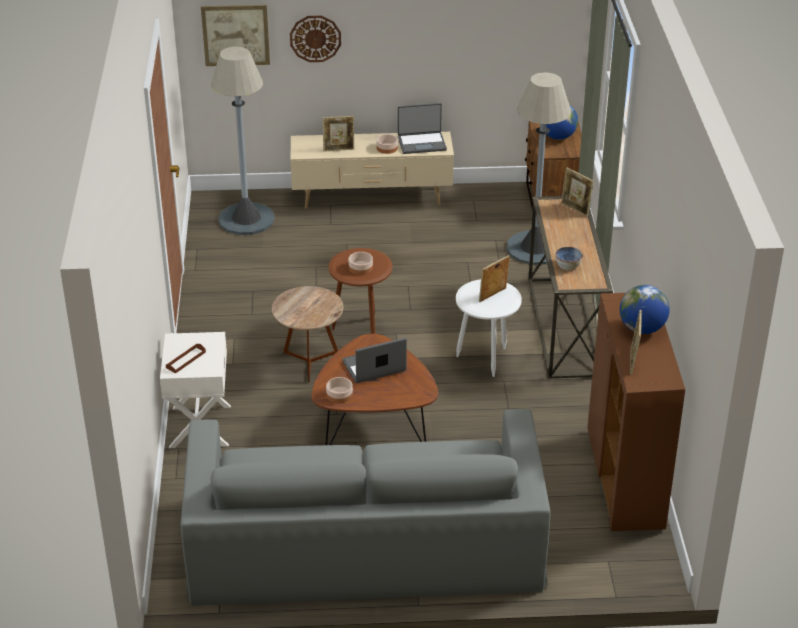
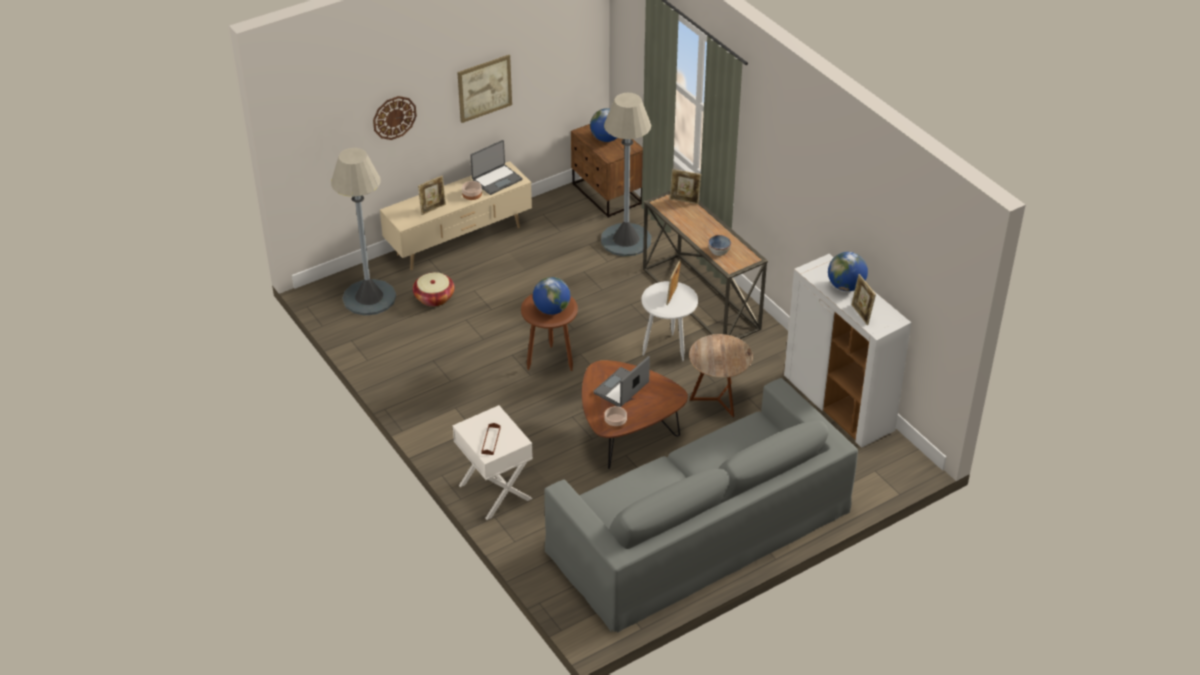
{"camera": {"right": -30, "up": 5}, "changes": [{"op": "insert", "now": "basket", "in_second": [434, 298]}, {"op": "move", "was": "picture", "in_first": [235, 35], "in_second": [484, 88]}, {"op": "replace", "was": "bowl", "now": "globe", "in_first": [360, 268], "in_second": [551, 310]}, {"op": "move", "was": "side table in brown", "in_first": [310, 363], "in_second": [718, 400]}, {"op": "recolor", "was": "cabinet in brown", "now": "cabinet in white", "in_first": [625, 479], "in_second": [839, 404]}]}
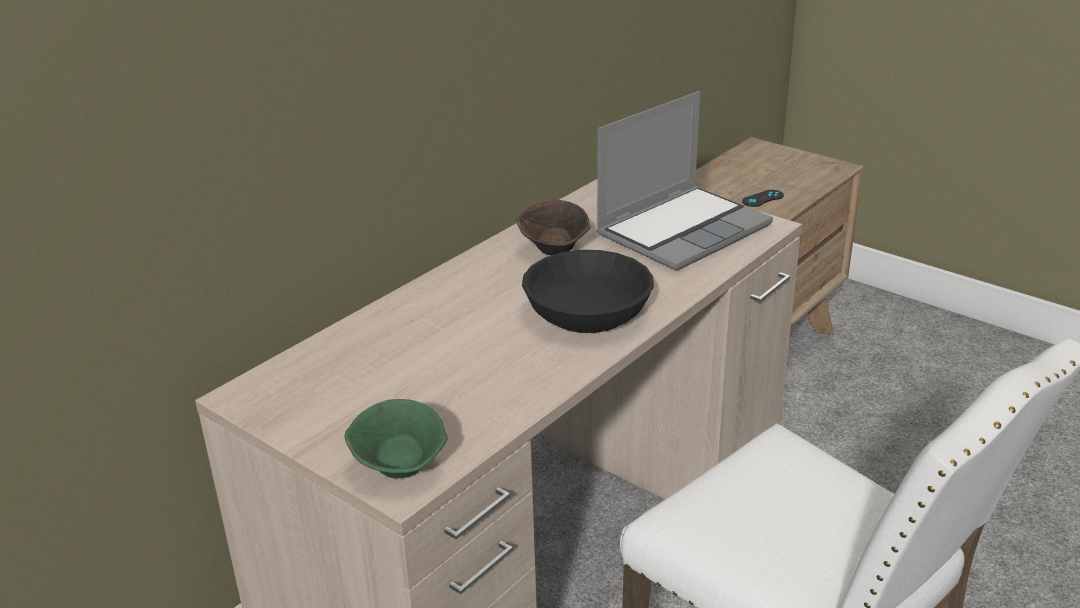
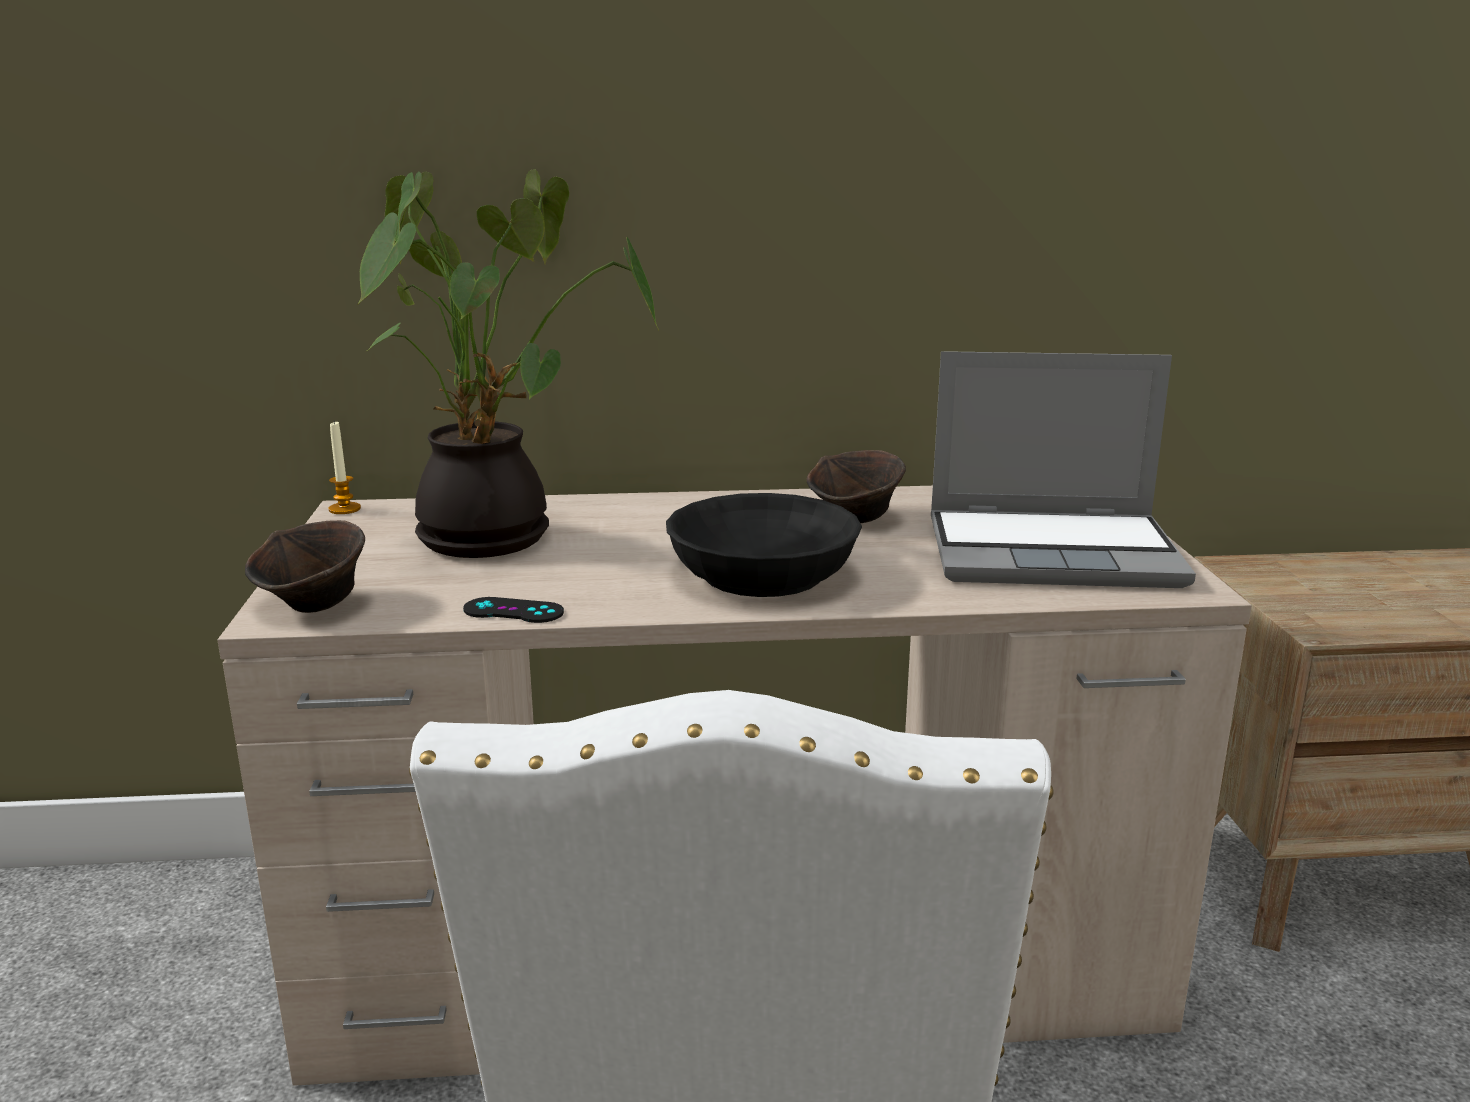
{"camera": {"right": 45, "up": -10}, "changes": [{"op": "recolor", "was": "bowl in green", "now": "bowl in brown", "in_first": [401, 468], "in_second": [314, 605]}, {"op": "insert", "now": "candle", "in_second": [344, 509]}, {"op": "insert", "now": "potted plant", "in_second": [497, 538]}, {"op": "move", "was": "game controller in black", "in_first": [763, 198], "in_second": [513, 611]}]}
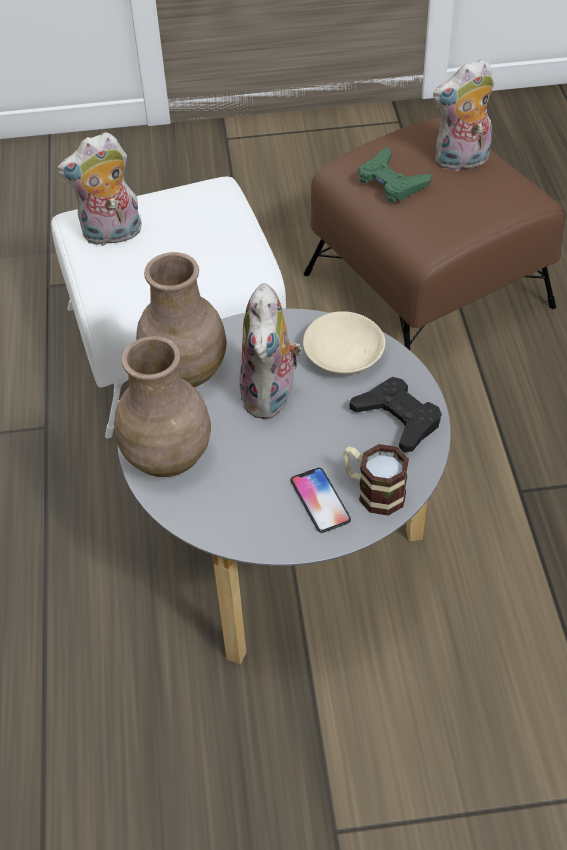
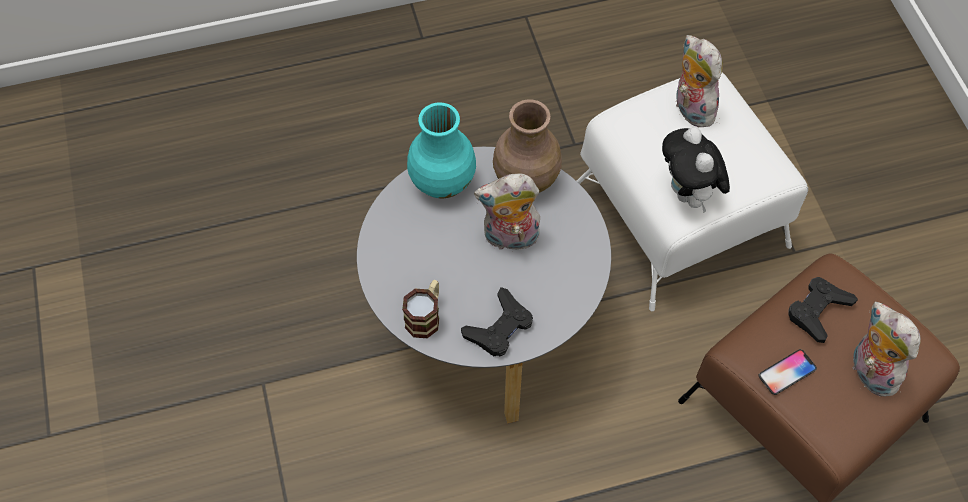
{"camera": {"right": 80, "up": 10}, "changes": [{"op": "recolor", "was": "vase in brown", "now": "vase in turquoise", "in_first": [168, 458], "in_second": [441, 182]}, {"op": "insert", "now": "plush toy", "in_second": [689, 195]}, {"op": "move", "was": "phone", "in_first": [320, 501], "in_second": [787, 372]}, {"op": "recolor", "was": "game controller in green", "now": "game controller in black", "in_first": [391, 182], "in_second": [818, 311]}, {"op": "delete", "was": "bowl in beige", "in_first": [344, 356]}]}
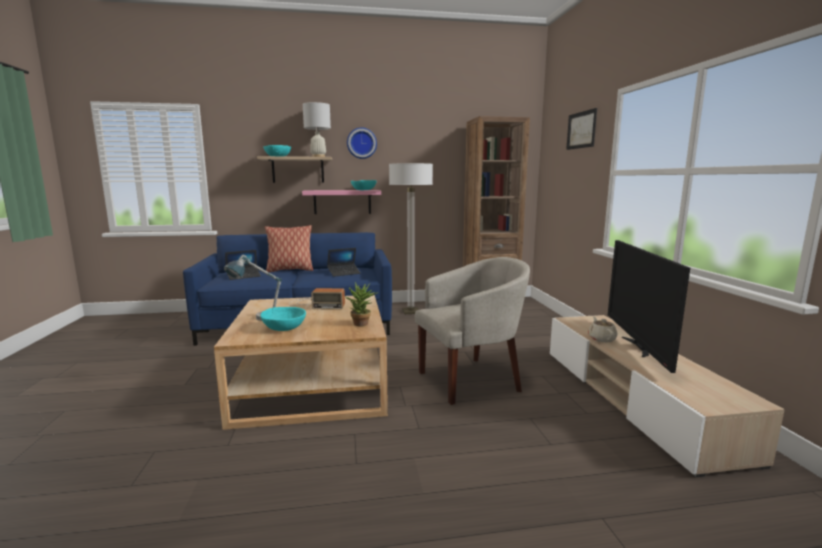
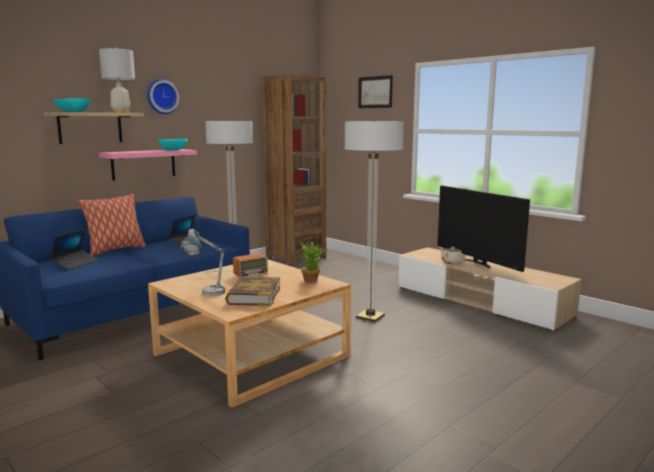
{"camera": {"right": -35, "up": 0}, "changes": [{"op": "replace", "was": "bowl in turquoise", "now": "book", "in_first": [284, 328], "in_second": [253, 296]}, {"op": "replace", "was": "armchair in beige", "now": "floor lamp", "in_first": [471, 380], "in_second": [370, 317]}]}
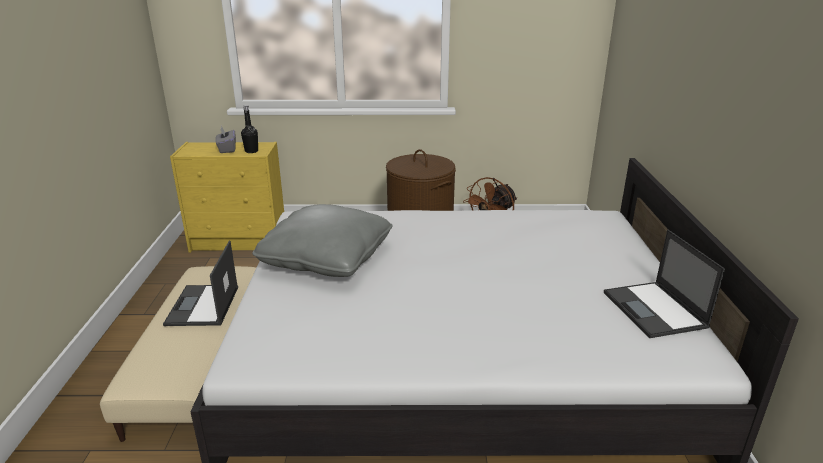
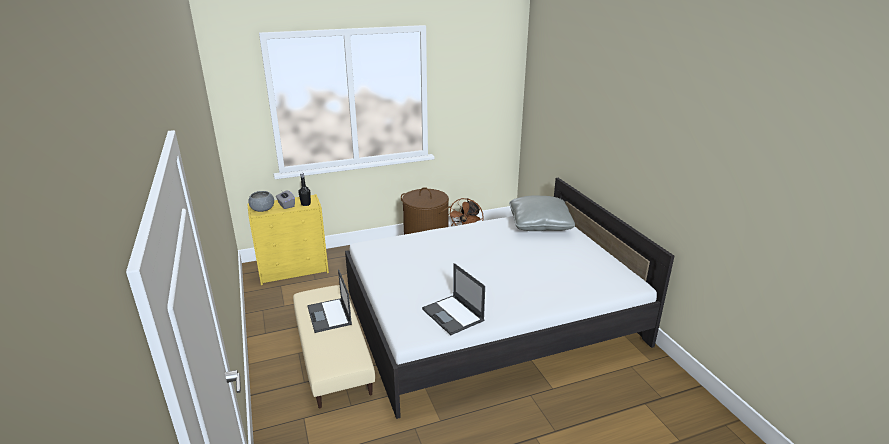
{"camera": {"right": -20, "up": 0}, "changes": [{"op": "insert", "now": "bowl in grey", "in_second": [262, 209]}, {"op": "move", "was": "laptop", "in_first": [655, 310], "in_second": [453, 315]}, {"op": "move", "was": "pillow in grey", "in_first": [326, 258], "in_second": [539, 224]}]}
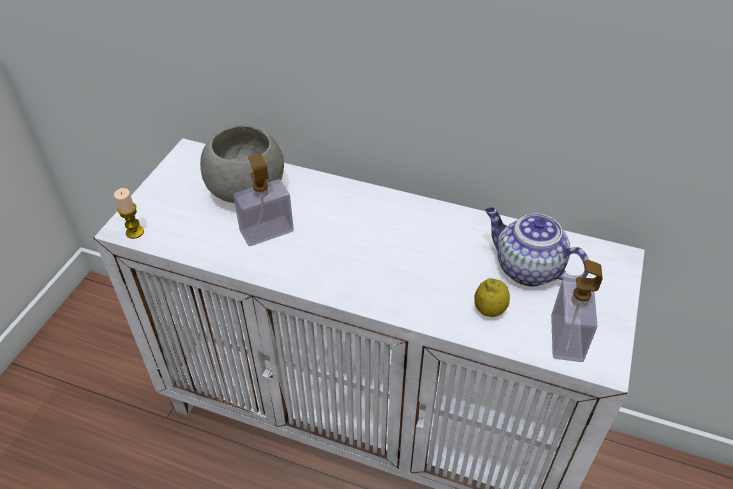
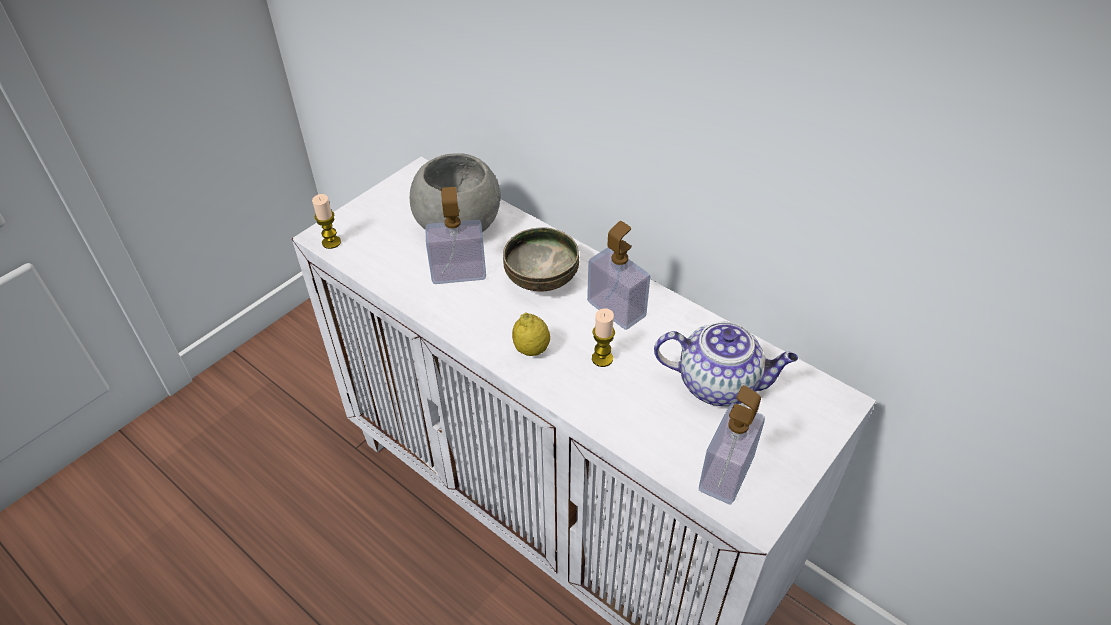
{"camera": {"right": 20, "up": 0}, "changes": [{"op": "insert", "now": "bowl", "in_second": [542, 279]}, {"op": "move", "was": "lemon", "in_first": [489, 310], "in_second": [531, 349]}, {"op": "insert", "now": "soap dispenser", "in_second": [616, 309]}, {"op": "insert", "now": "candle", "in_second": [602, 358]}, {"op": "rotate", "was": "teapot", "in_first": [526, 268], "in_second": [719, 384], "clockwise": 135}]}
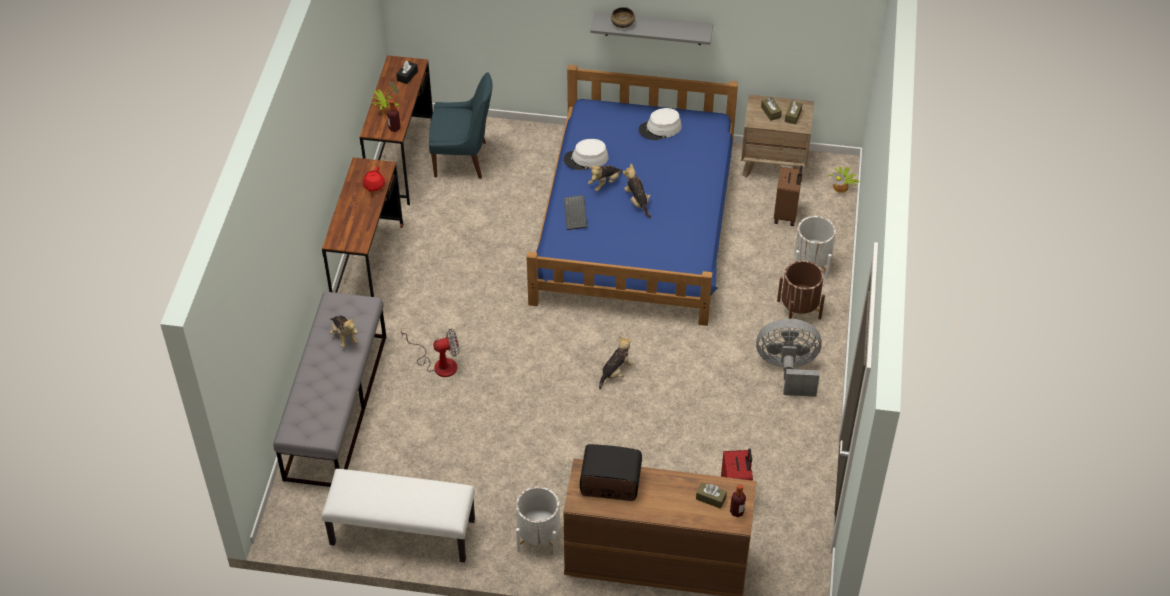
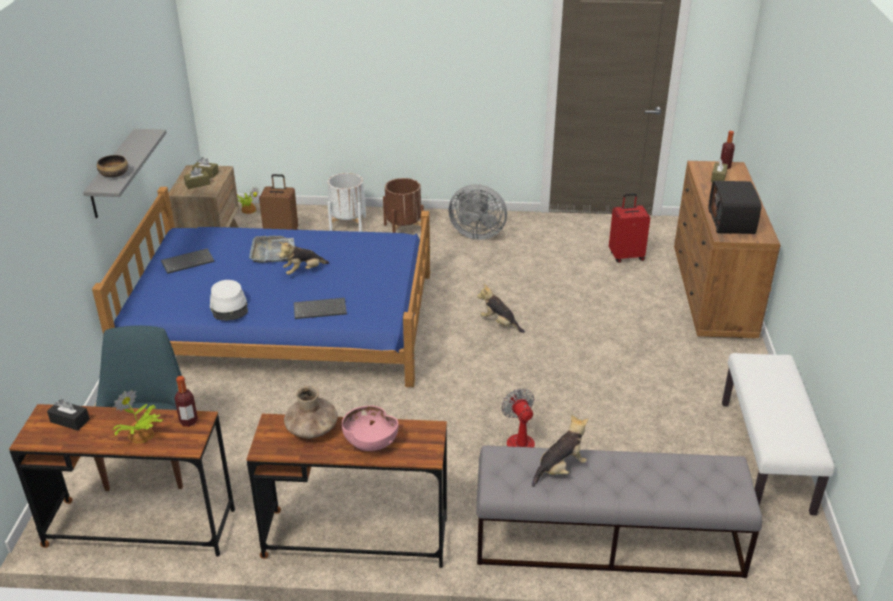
{"camera": {"right": -95, "up": -15}, "changes": [{"op": "replace", "was": "hat in white", "now": "keyboard", "in_first": [660, 129], "in_second": [188, 261]}, {"op": "insert", "now": "tray in grey", "in_second": [273, 252]}, {"op": "replace", "was": "teapot in red", "now": "vase in brown", "in_first": [374, 186], "in_second": [312, 429]}, {"op": "insert", "now": "bowl in pink", "in_second": [370, 442]}, {"op": "rotate", "was": "fan in grey", "in_first": [788, 370], "in_second": [476, 233], "clockwise": -75}, {"op": "delete", "was": "planter in white", "in_first": [538, 537]}, {"op": "delete", "was": "plush toy", "in_first": [604, 183]}]}
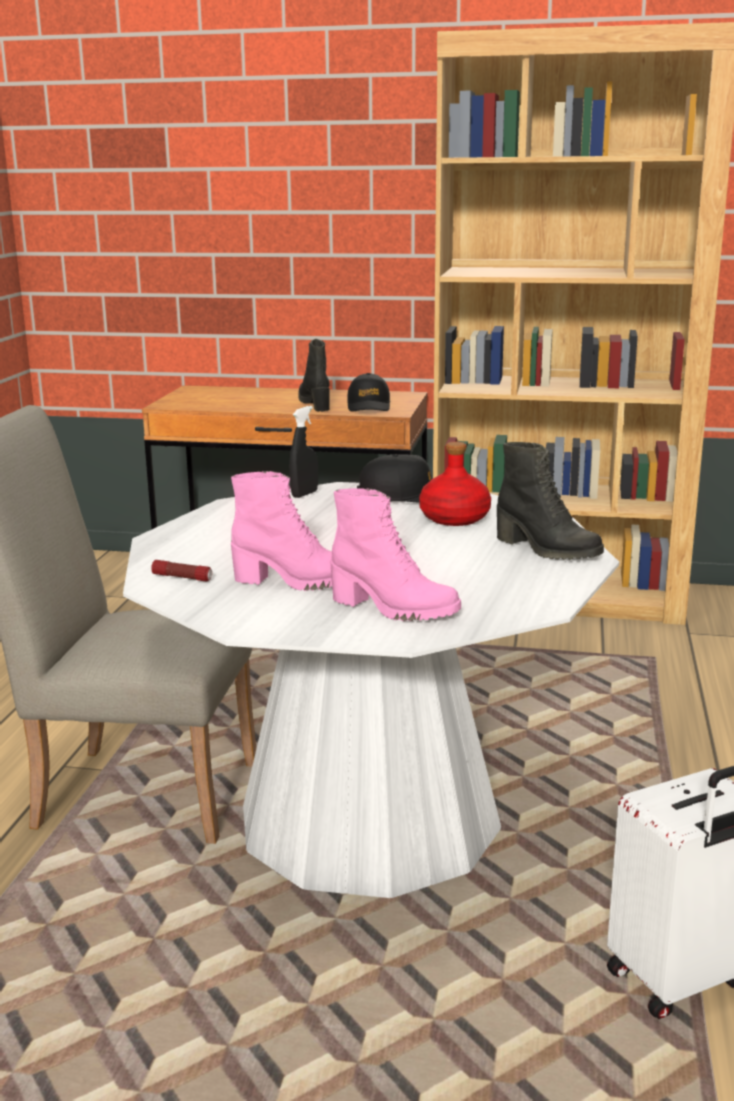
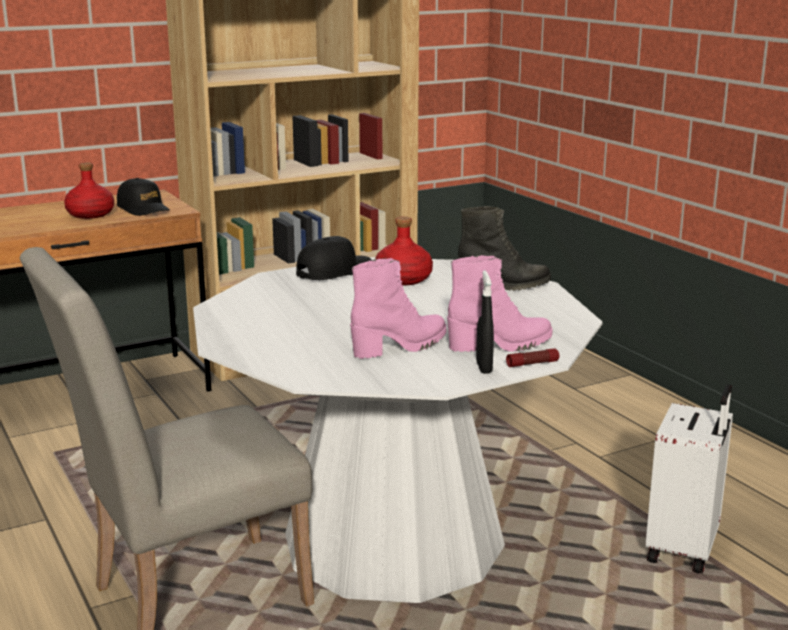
{"camera": {"right": -40, "up": 0}, "changes": [{"op": "replace", "was": "boot in black", "now": "bottle in red", "in_first": [315, 404], "in_second": [90, 214]}, {"op": "move", "was": "spray bottle in black", "in_first": [304, 494], "in_second": [484, 367]}, {"op": "move", "was": "flashlight", "in_first": [182, 578], "in_second": [532, 364]}]}
